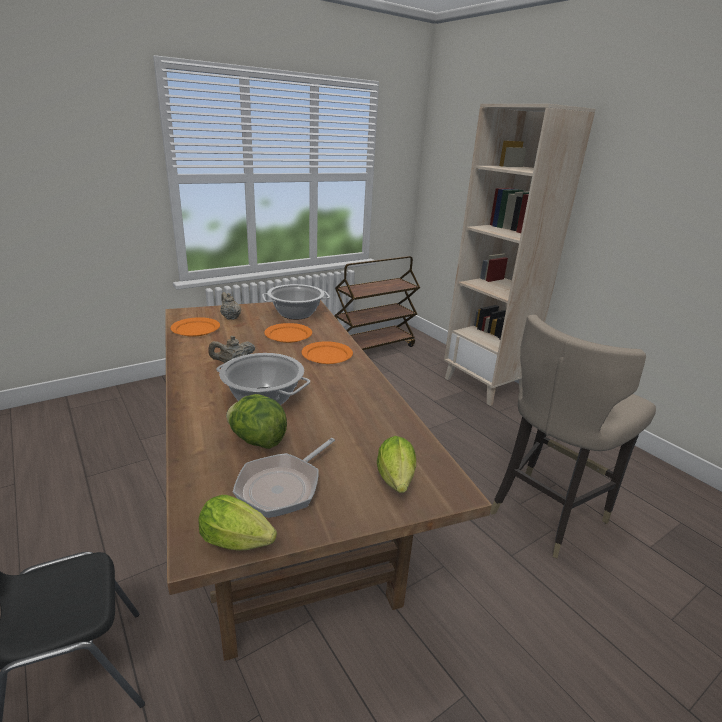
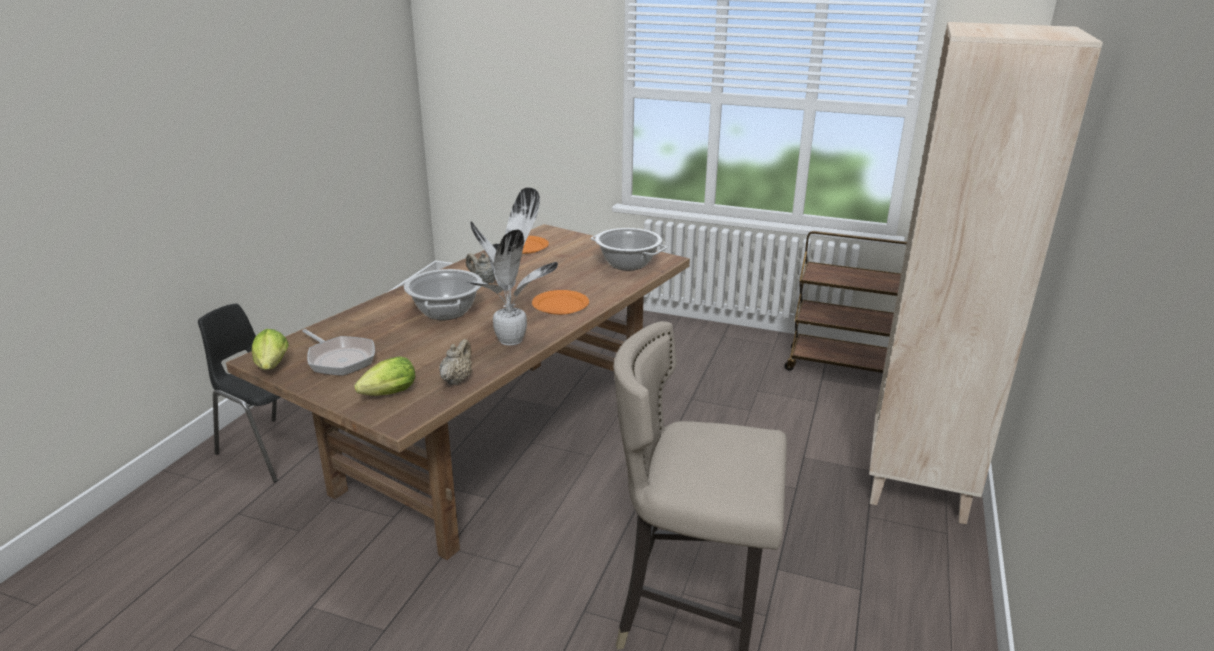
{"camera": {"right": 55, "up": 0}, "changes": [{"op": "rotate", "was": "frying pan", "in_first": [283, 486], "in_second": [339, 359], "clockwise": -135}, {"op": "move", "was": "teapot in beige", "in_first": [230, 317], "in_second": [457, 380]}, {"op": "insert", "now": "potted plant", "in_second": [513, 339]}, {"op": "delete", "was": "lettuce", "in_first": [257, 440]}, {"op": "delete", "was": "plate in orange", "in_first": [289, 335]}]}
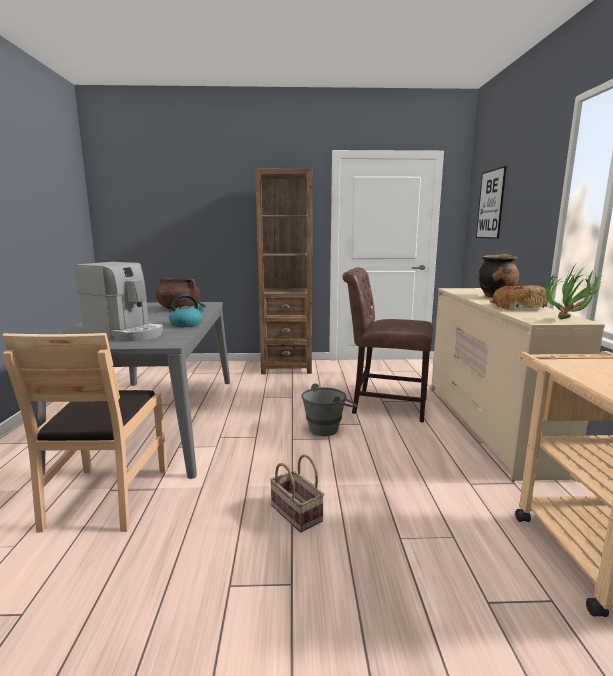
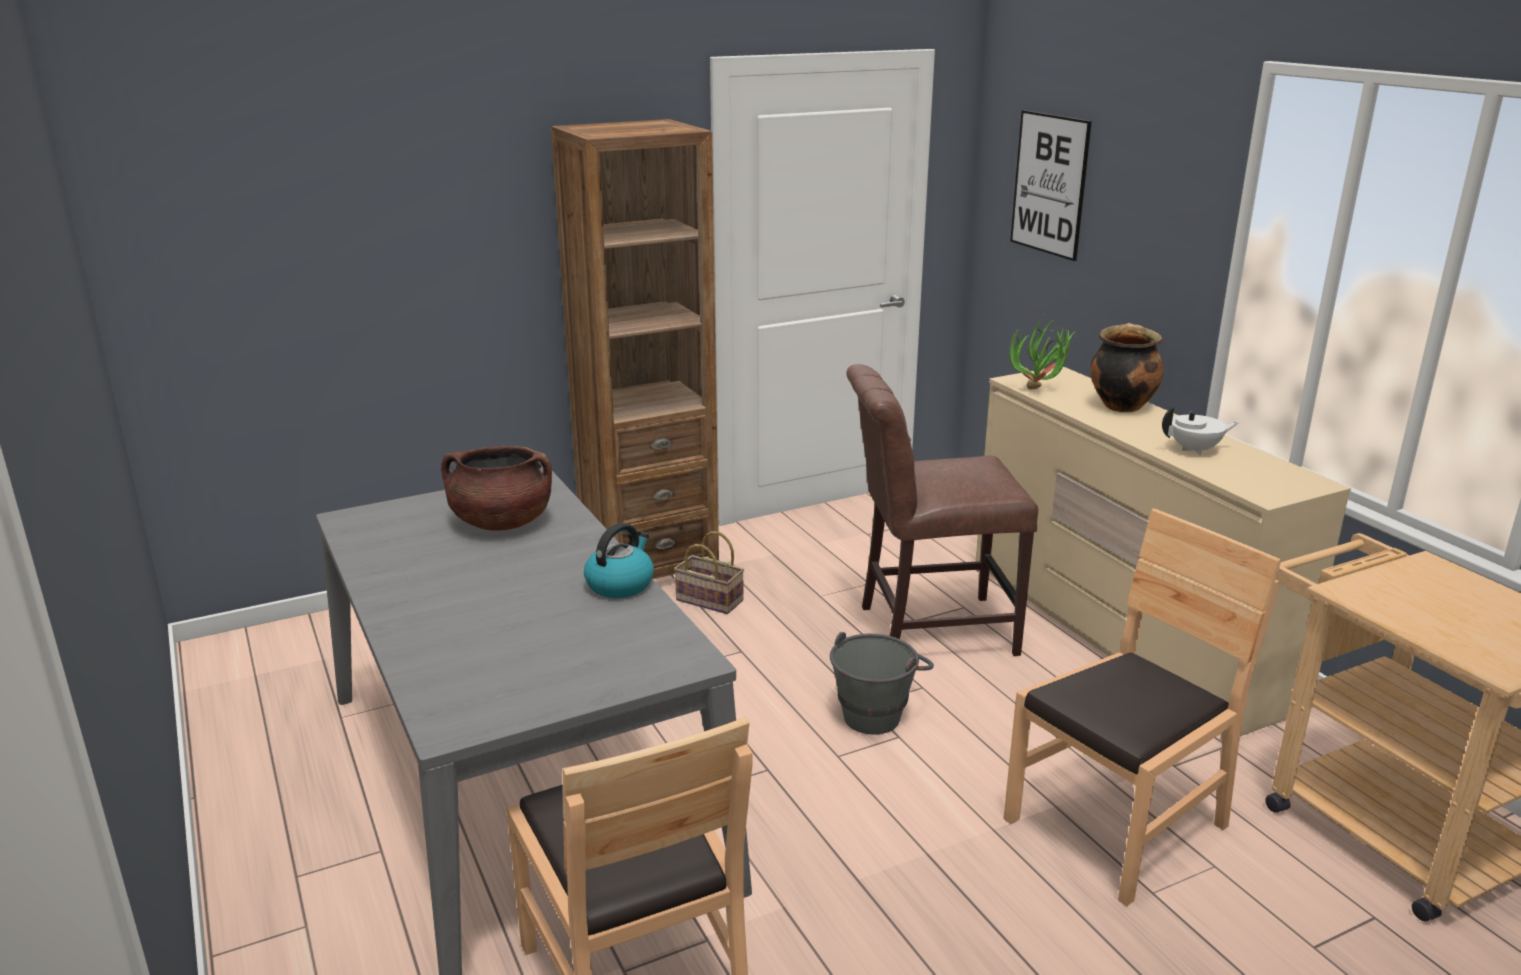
{"camera": {"right": -25, "up": 10}, "changes": [{"op": "move", "was": "basket", "in_first": [294, 513], "in_second": [707, 600]}, {"op": "insert", "now": "chair in brown", "in_second": [1118, 825]}, {"op": "move", "was": "potted plant", "in_first": [570, 320], "in_second": [1041, 390]}, {"op": "replace", "was": "bread", "now": "teapot in white", "in_first": [517, 308], "in_second": [1195, 450]}, {"op": "delete", "was": "coffee machine", "in_first": [126, 333]}]}
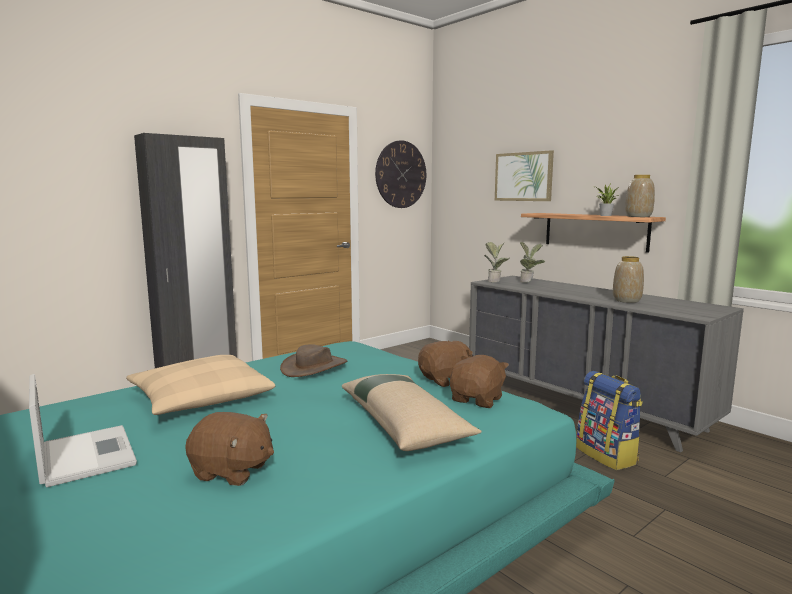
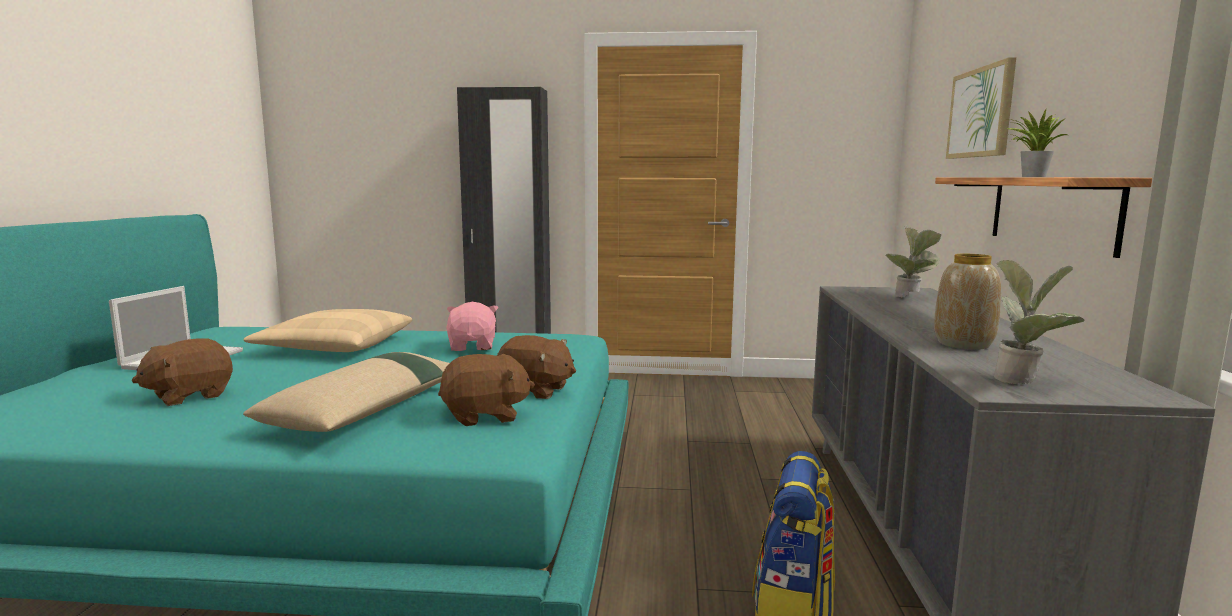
{"camera": {"right": 45, "up": 0}, "changes": [{"op": "rotate", "was": "plush toy in brown", "in_first": [232, 471], "in_second": [189, 396], "clockwise": 75}, {"op": "replace", "was": "hat in brown", "now": "plush toy in pink", "in_first": [314, 367], "in_second": [473, 346]}, {"op": "move", "was": "potted plant", "in_first": [496, 281], "in_second": [1025, 380]}, {"op": "delete", "was": "wall clock", "in_first": [401, 174]}, {"op": "delete", "was": "vase", "in_first": [638, 216]}]}
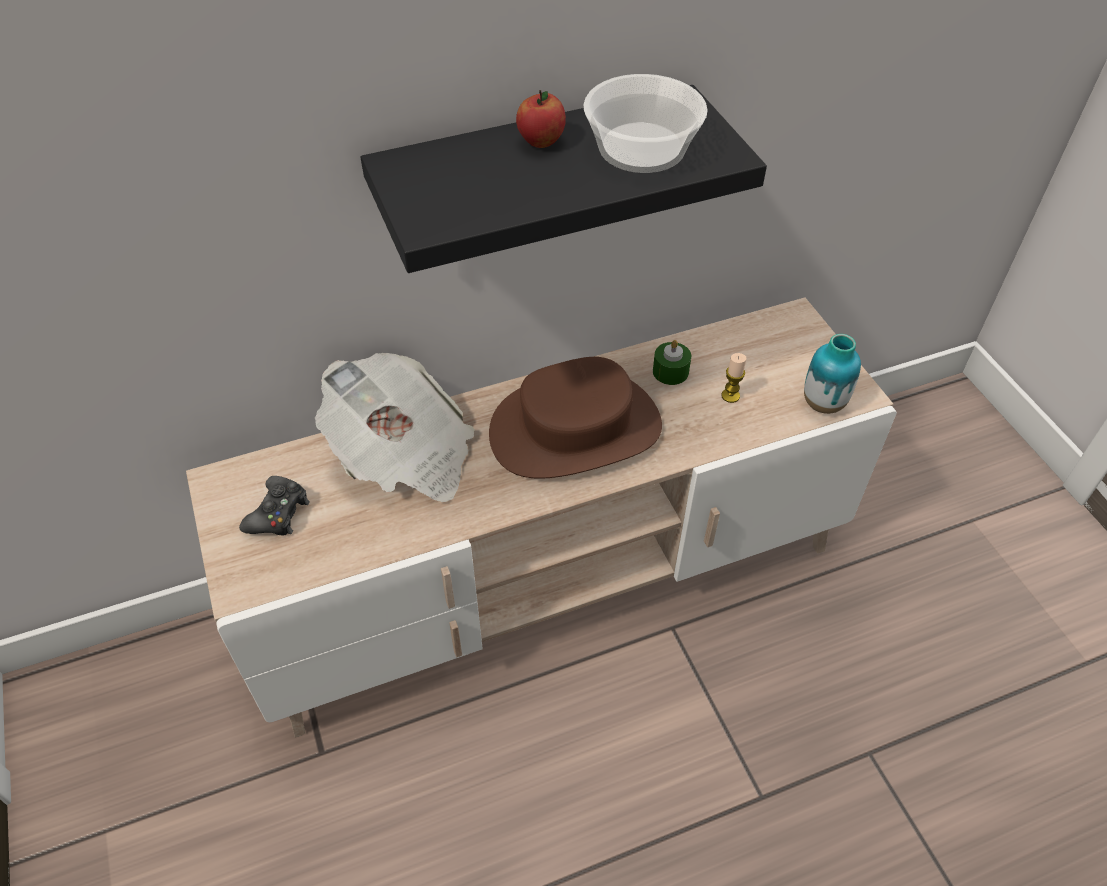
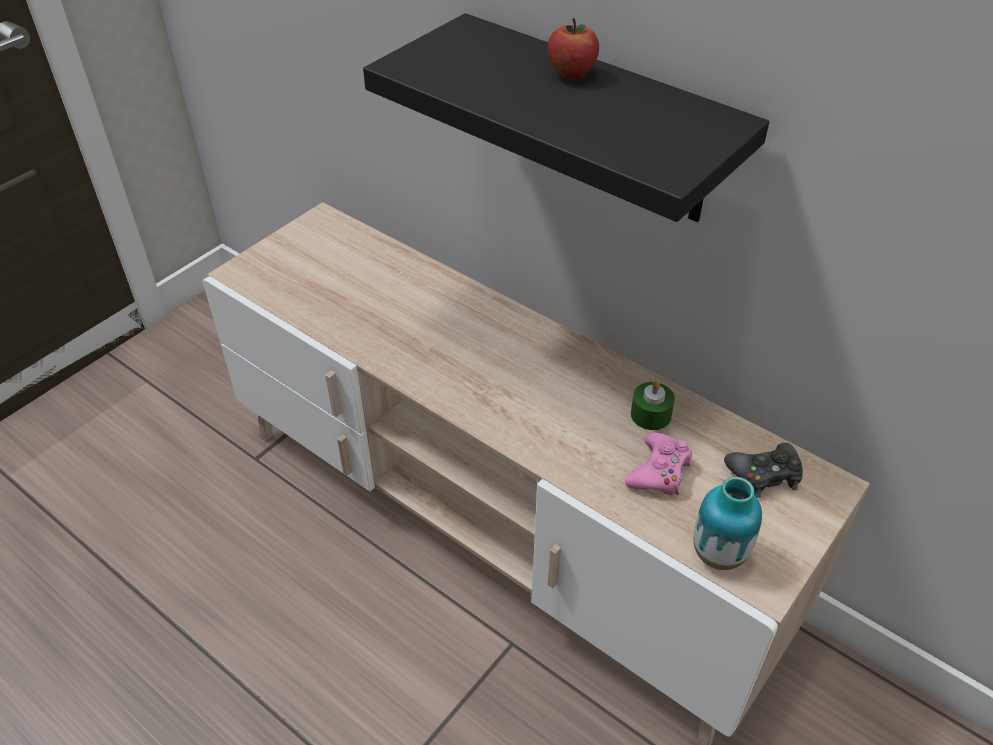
{"camera": {"right": 60, "up": -5}, "changes": [{"op": "replace", "was": "candle", "now": "game controller in pink", "in_first": [730, 396], "in_second": [659, 472]}, {"op": "move", "was": "game controller in black", "in_first": [278, 513], "in_second": [764, 475]}, {"op": "delete", "was": "newspaper", "in_first": [403, 454]}, {"op": "delete", "was": "hat in brown", "in_first": [575, 430]}, {"op": "delete", "was": "bowl", "in_first": [643, 147]}]}
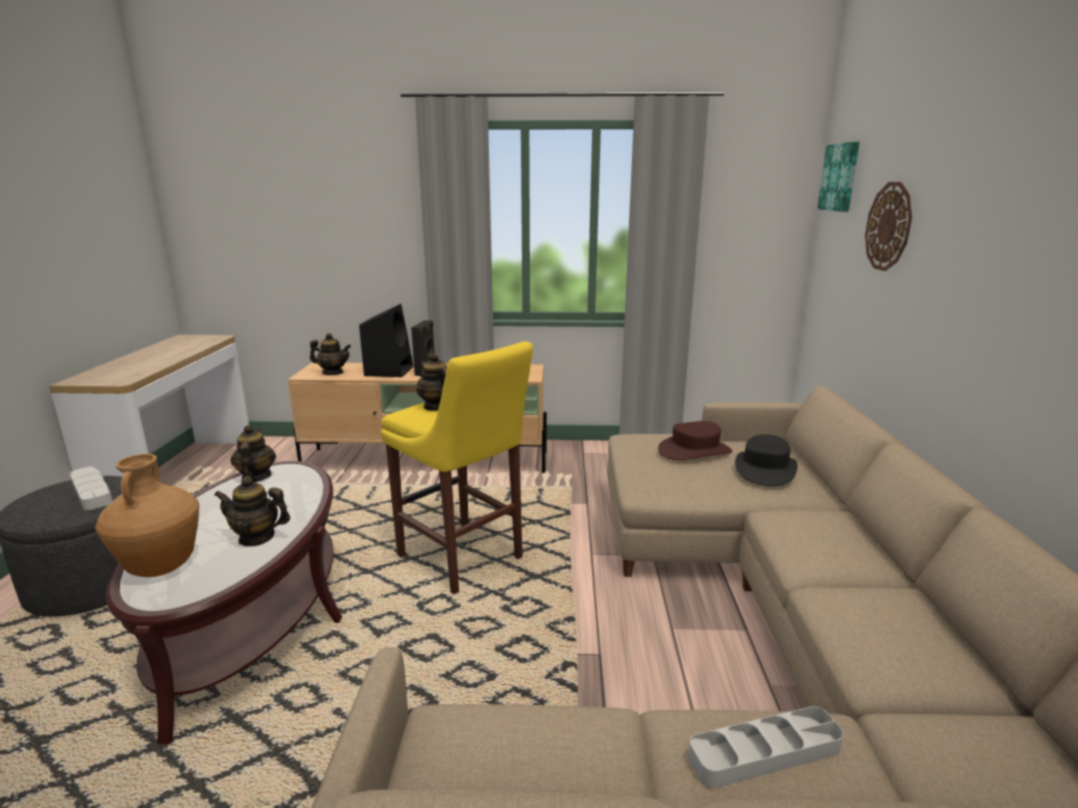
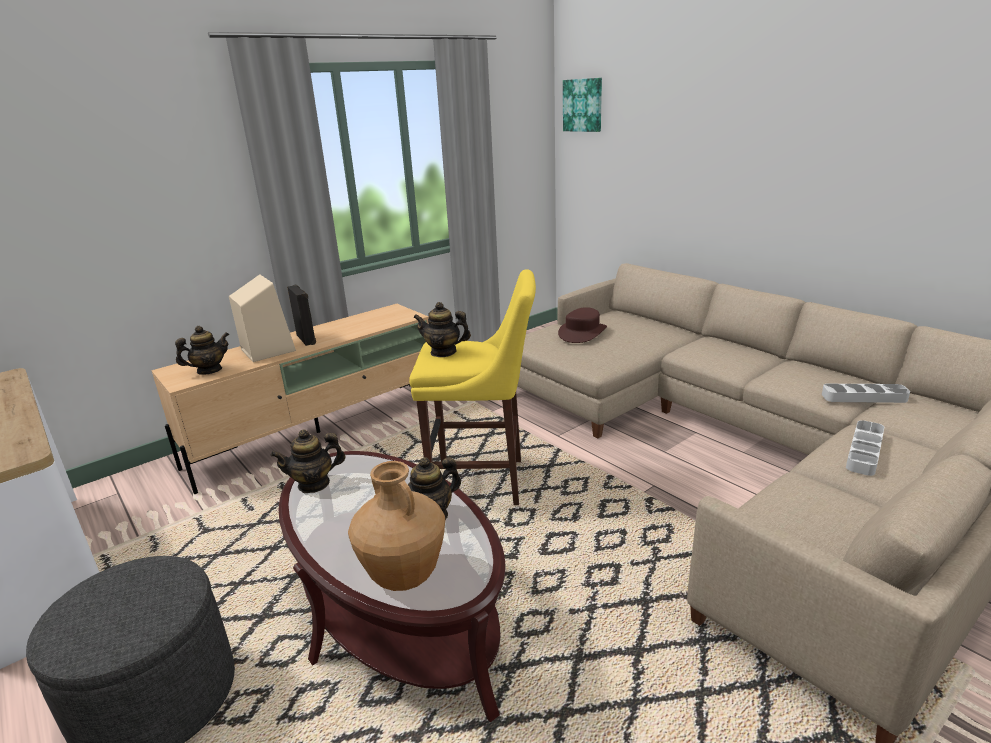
{"camera": {"right": -40, "up": 5}, "changes": [{"op": "recolor", "was": "speaker in black", "now": "speaker in beige", "in_first": [389, 370], "in_second": [267, 350]}, {"op": "rotate", "was": "teapot", "in_first": [256, 477], "in_second": [314, 484], "clockwise": -60}, {"op": "move", "was": "tray in grey", "in_first": [91, 492], "in_second": [864, 397]}, {"op": "delete", "was": "hat in black", "in_first": [765, 469]}, {"op": "delete", "was": "wall clock", "in_first": [889, 226]}]}
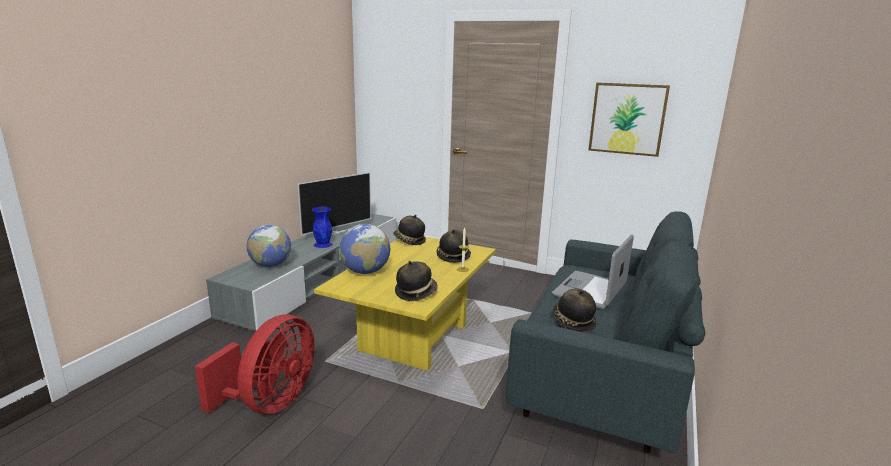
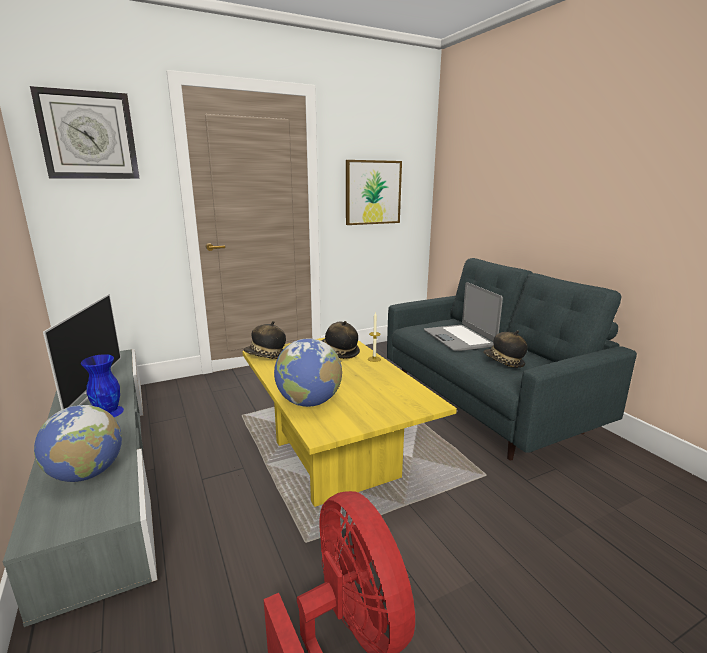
{"camera": {"right": -50, "up": 0}, "changes": [{"op": "insert", "now": "wall clock", "in_second": [88, 135]}, {"op": "delete", "was": "hat", "in_first": [416, 293]}]}
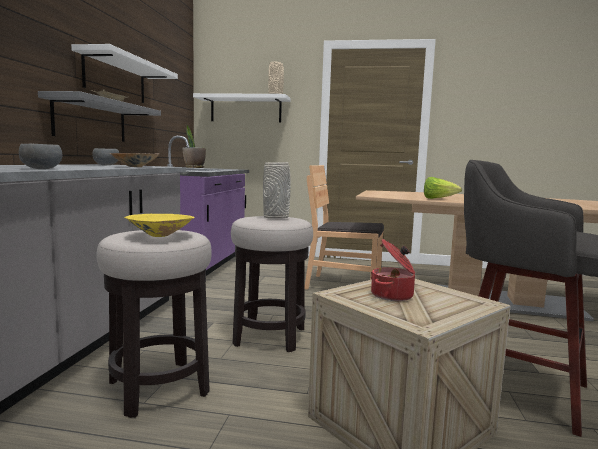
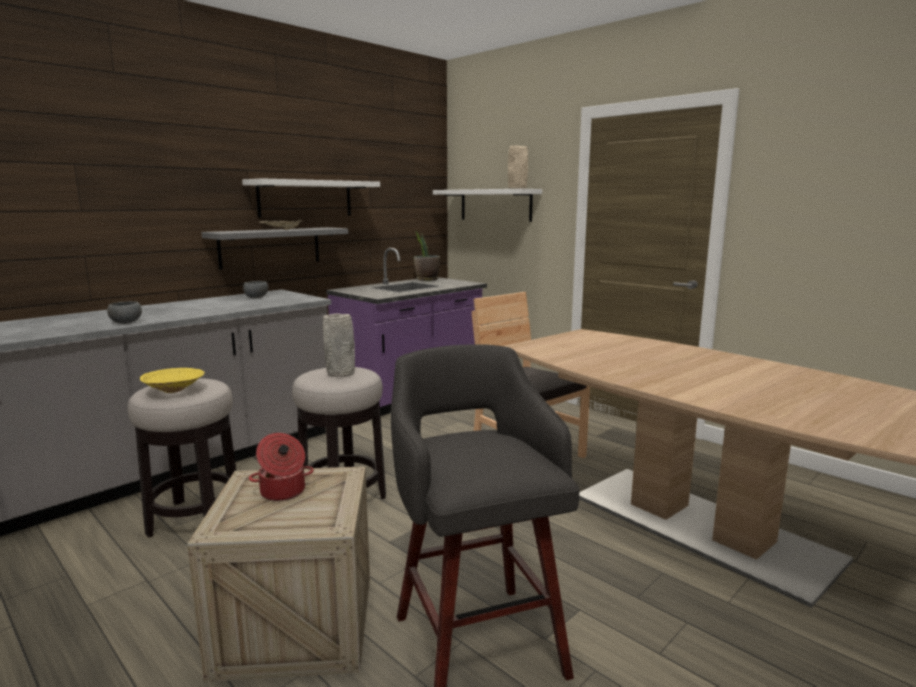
{"camera": {"right": 35, "up": 5}, "changes": [{"op": "delete", "was": "bowl in beige", "in_first": [134, 167]}, {"op": "delete", "was": "lettuce", "in_first": [438, 199]}]}
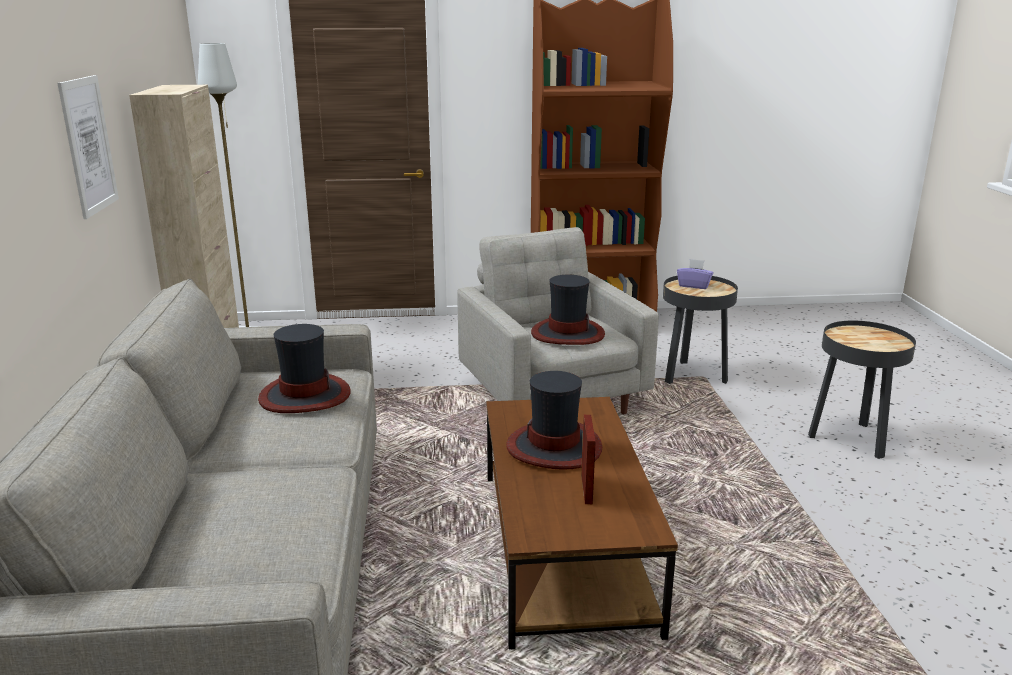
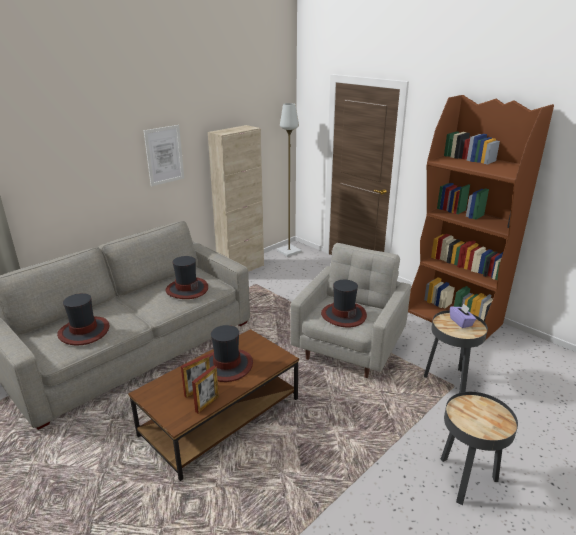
{"camera": {"right": 50, "up": 5}, "changes": [{"op": "insert", "now": "hat", "in_second": [84, 331]}, {"op": "insert", "now": "picture frame", "in_second": [207, 404]}]}
